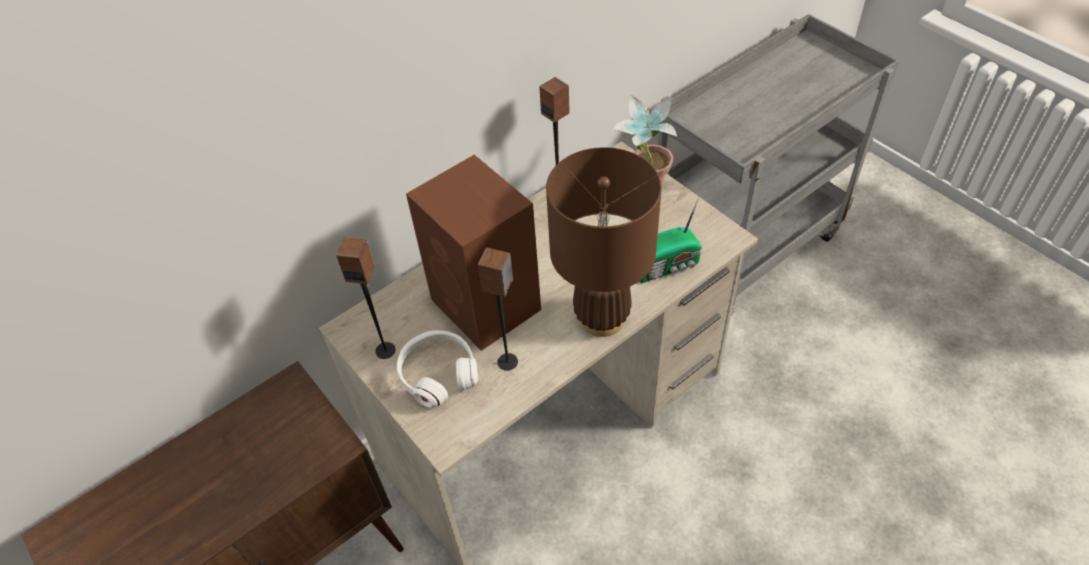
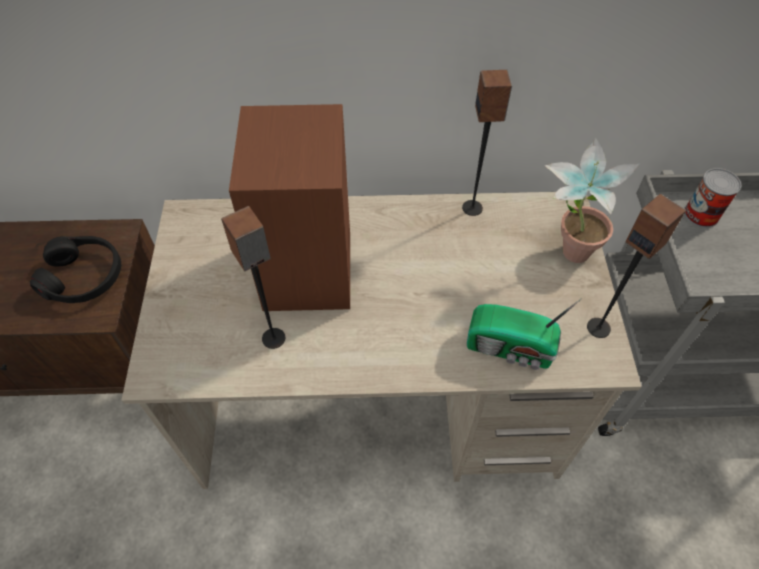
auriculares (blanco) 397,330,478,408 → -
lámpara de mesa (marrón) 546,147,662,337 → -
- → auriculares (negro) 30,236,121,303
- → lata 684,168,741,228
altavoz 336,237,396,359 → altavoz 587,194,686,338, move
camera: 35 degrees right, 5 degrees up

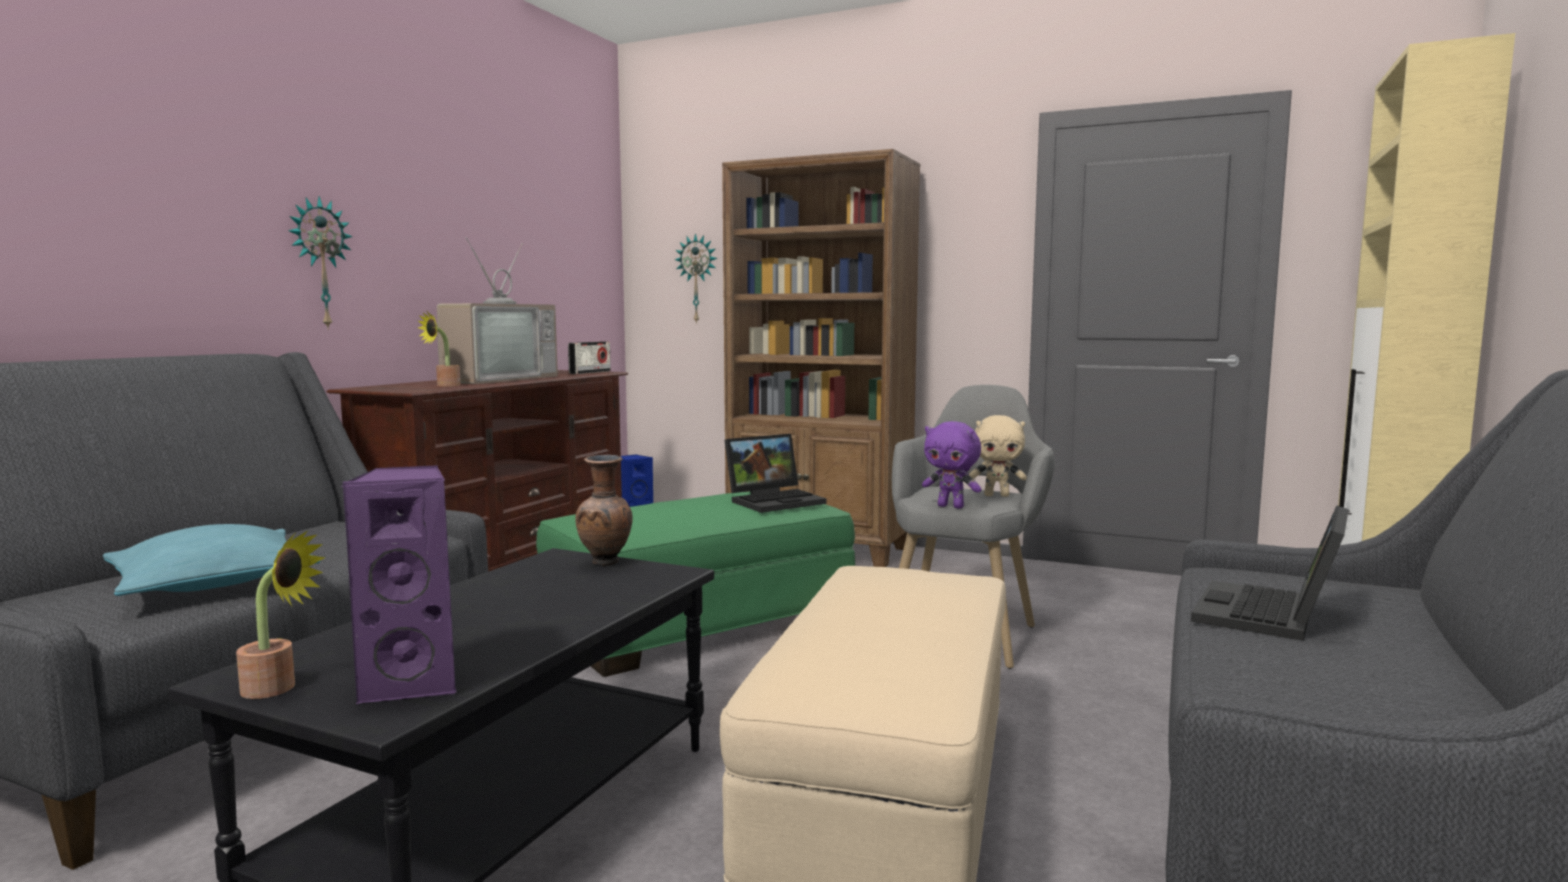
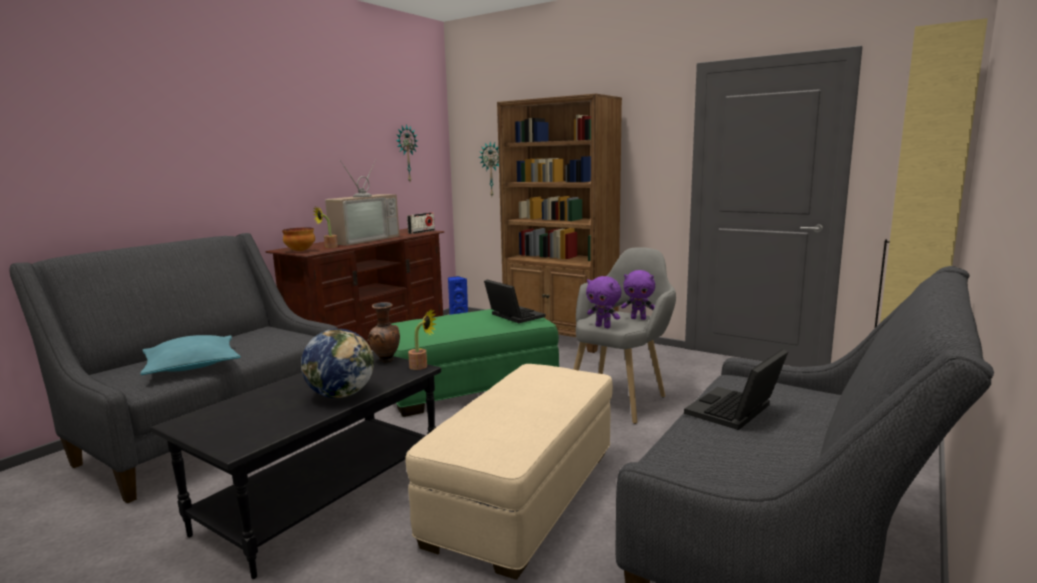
altavoz (morado) 340,465,456,705 → -
- → cuenco 282,228,315,251
- → globo terráqueo 301,329,374,398
planta en maceta 236,531,326,699 → planta en maceta 408,309,436,370, move
reloj de pared 288,196,352,330 → reloj de pared 396,124,418,181, move
peluche (beis) 969,415,1027,497 → peluche (morado) 621,270,655,320
portátil 724,434,827,513 → portátil 484,280,545,323, 105 degrees counterclockwise
camera: 10 degrees right, 5 degrees up

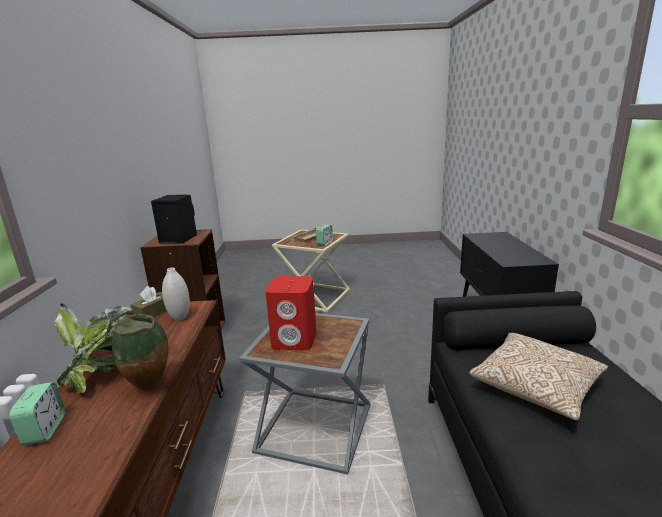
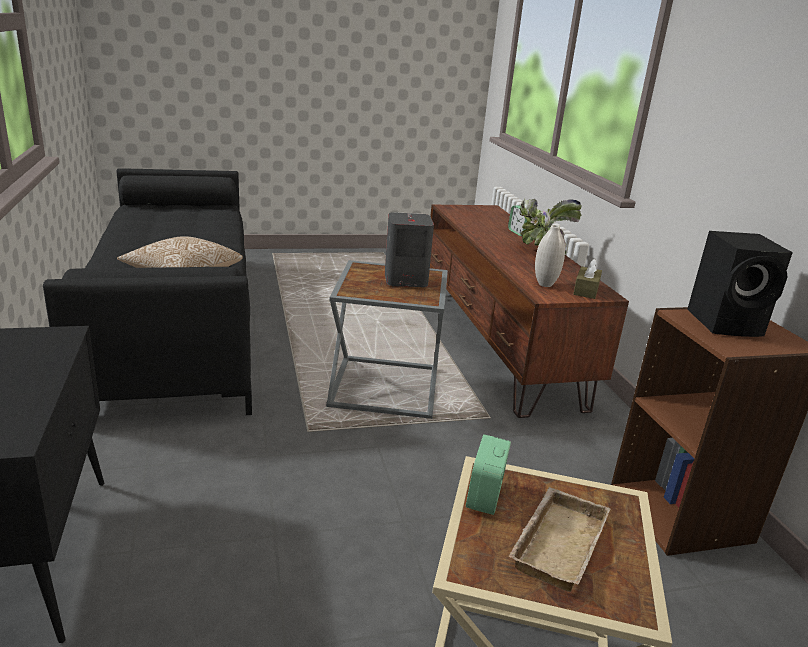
florero 112,314,169,391 → -
altavoz (rojo) 265,276,316,350 → altavoz (gris) 385,212,434,287
camera: 165 degrees right, 5 degrees up

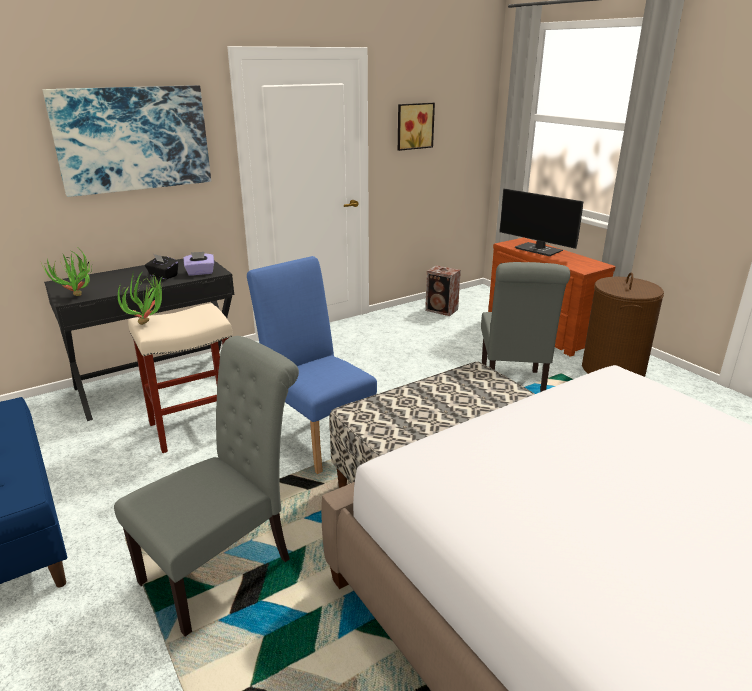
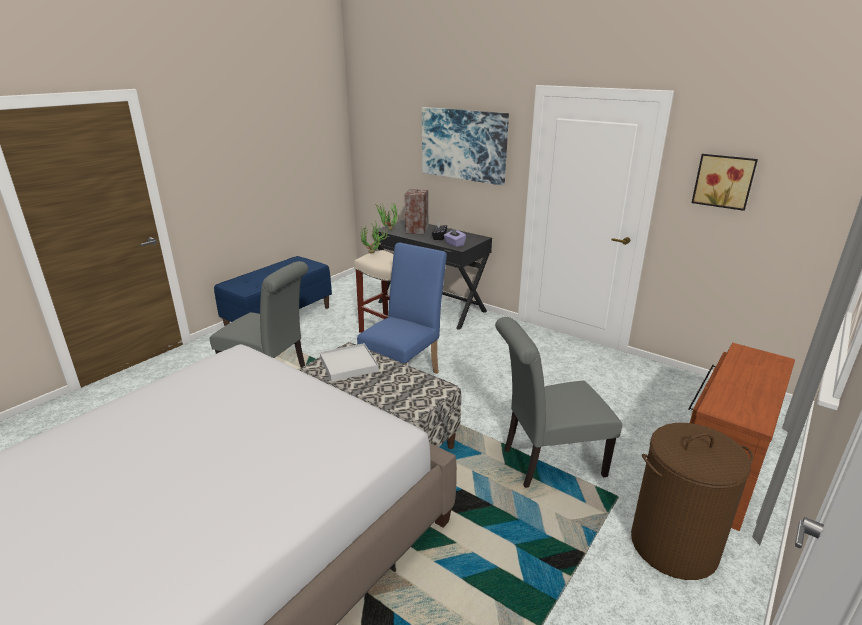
monitor 499,188,583,256 → -
- → bandeja (blanco) 320,343,379,382
altavoz 425,265,461,316 → altavoz 404,189,428,234, move
camera: 70 degrees right, 0 degrees up

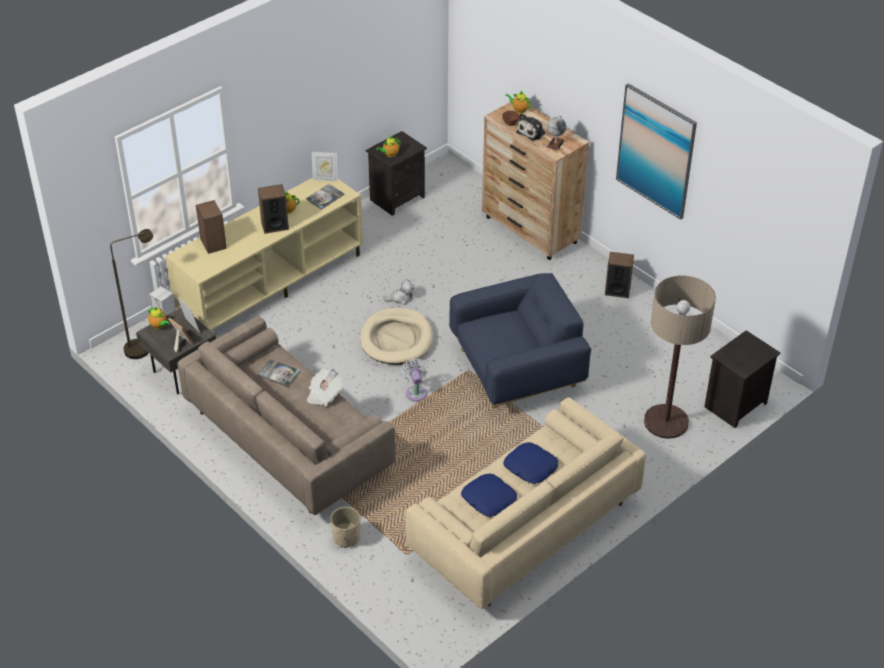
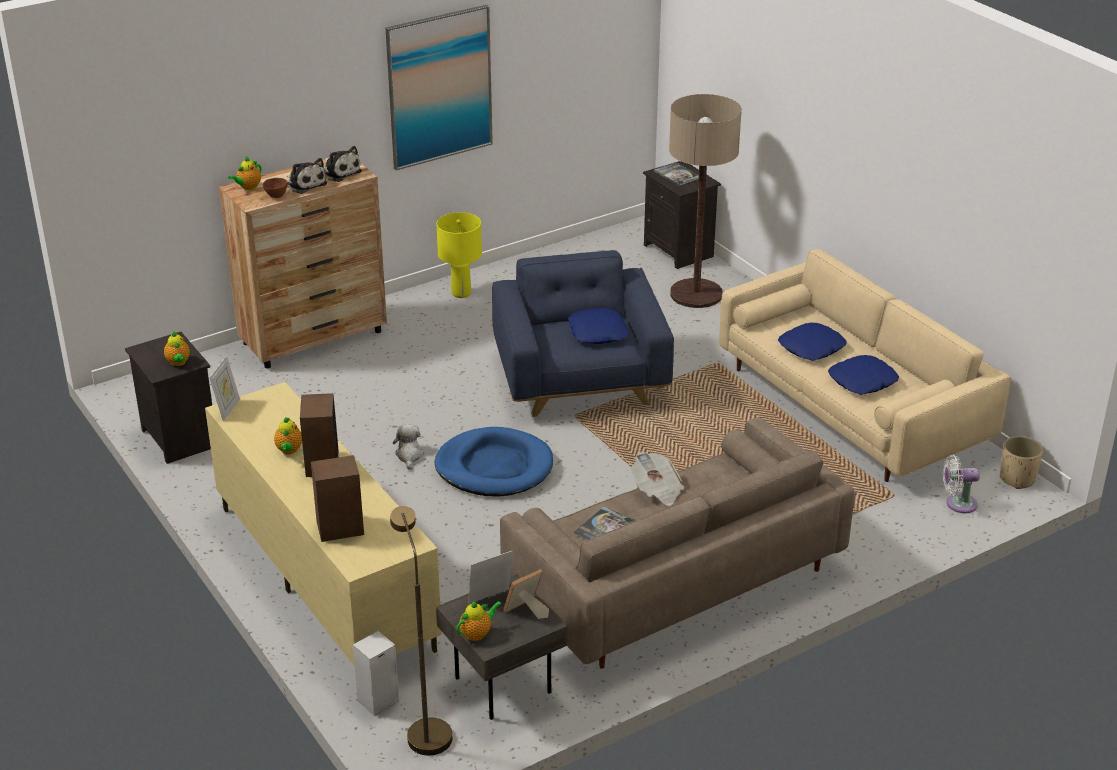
- → cojín (azul) 568,308,628,344
libro 306,184,344,210 → libro 654,162,699,186, move
maceta (beis) 330,507,361,548 → maceta (beis) 1000,436,1043,489, move
ventilador (blanco) 400,358,429,402 → ventilador (blanco) 943,455,980,513, move
globo terráqueo 547,115,566,150 → peluche 324,146,362,182
altavoz 605,252,634,298 → lámpara de mesa (amarillo) 436,212,482,298
cama para perro (beis) 360,308,433,365 → cama para perro (azul) 435,427,553,497
camera: 80 degrees left, 10 degrees down

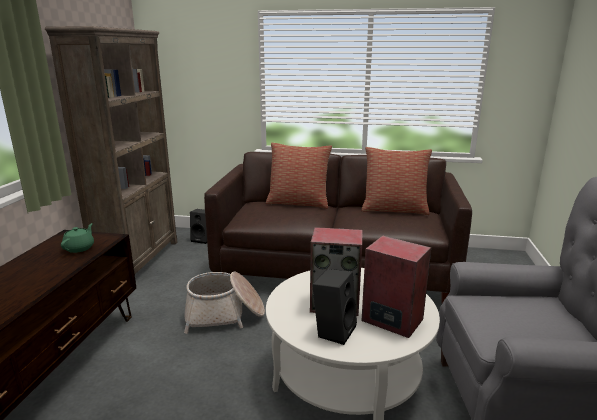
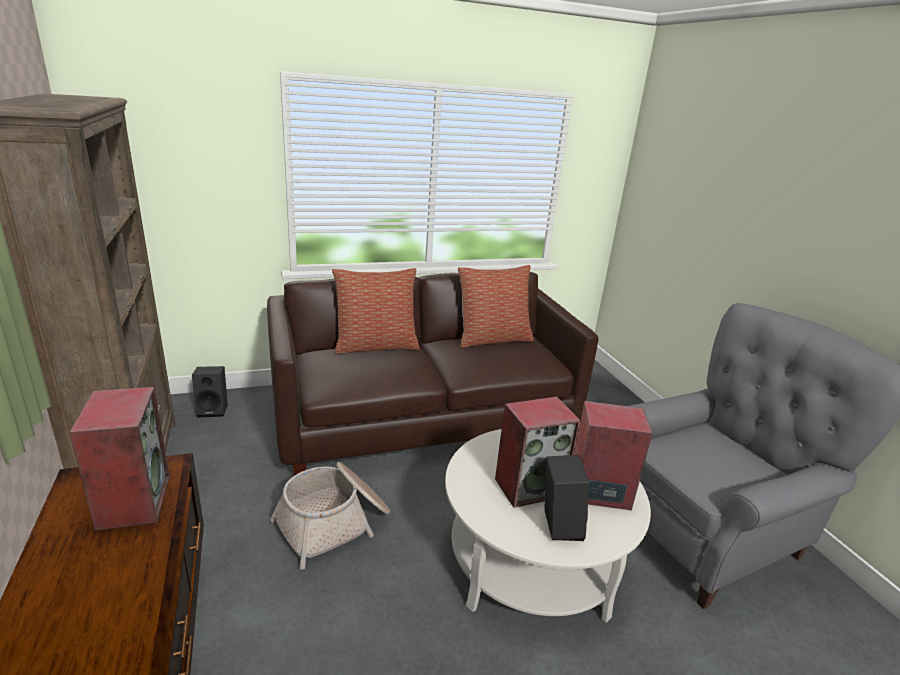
tetera (verde) 61,223,94,253 → altavoz 69,387,170,531
camera: 30 degrees left, 5 degrees up

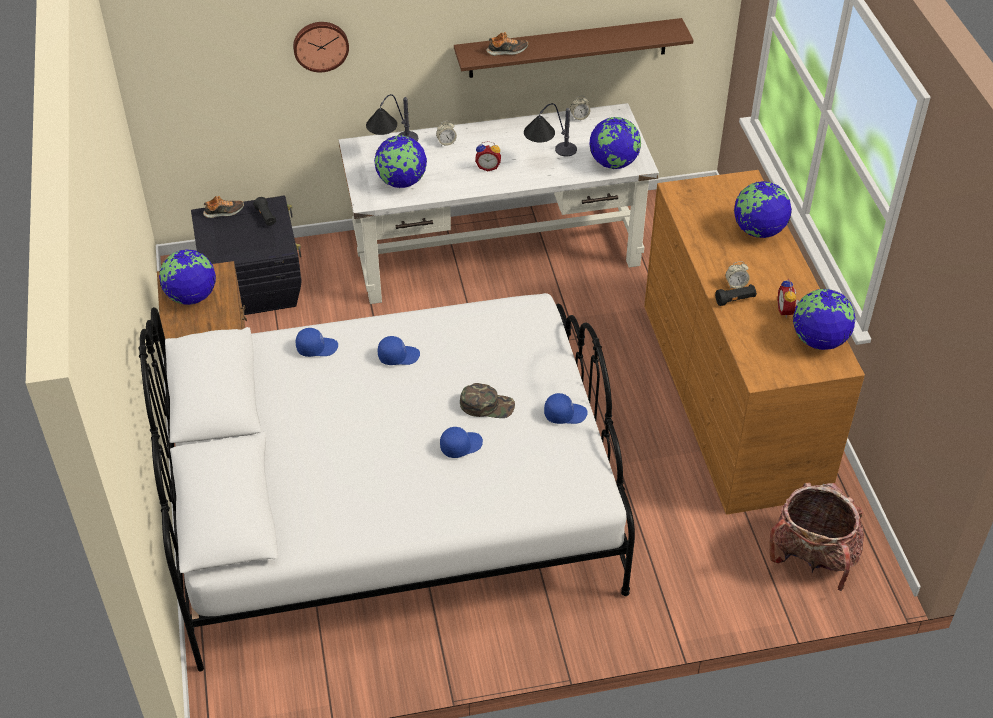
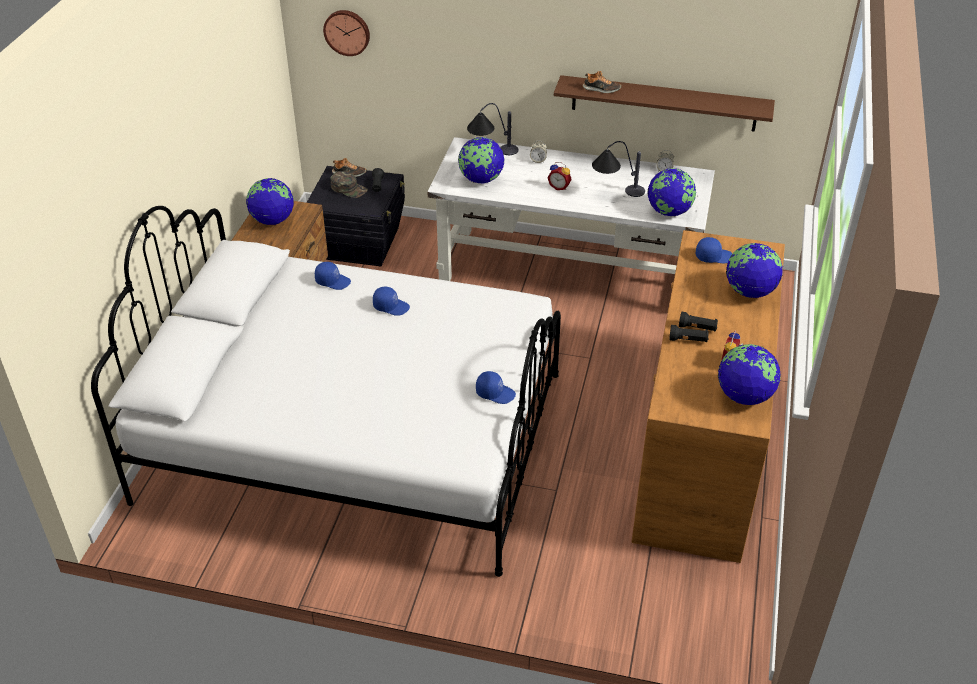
mochila 770,482,864,591 → -
reloj de pared 293,22,349,72 → reloj de pared 323,10,370,56, move
gorra (azul) 440,427,483,458 → gorra (azul) 696,237,733,263, move
gorra (verde) 460,383,515,418 → gorra (verde) 331,171,368,198, move
despertador 726,261,750,289 → linterna (negro) 679,312,718,331
camera: 25 degrees right, 5 degrees down

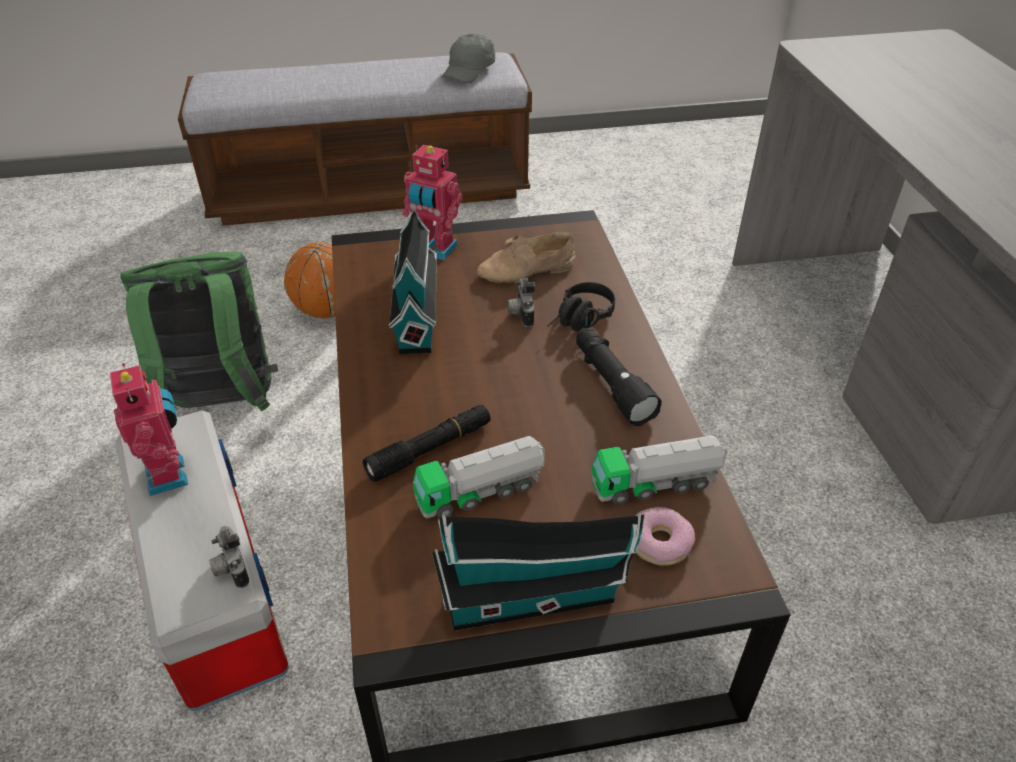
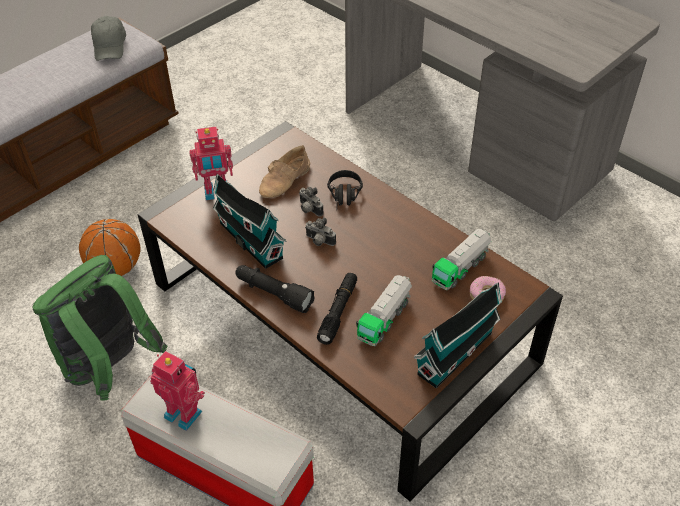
cámara 209,526,249,588 → cámara 305,217,336,246, move
linterna (negro) 576,328,662,426 → linterna (negro) 235,265,315,313, move
camera: 35 degrees left, 5 degrees up

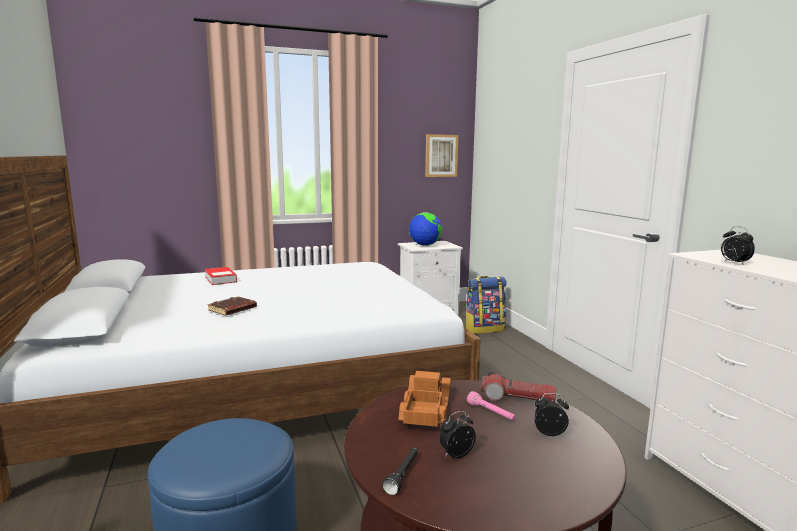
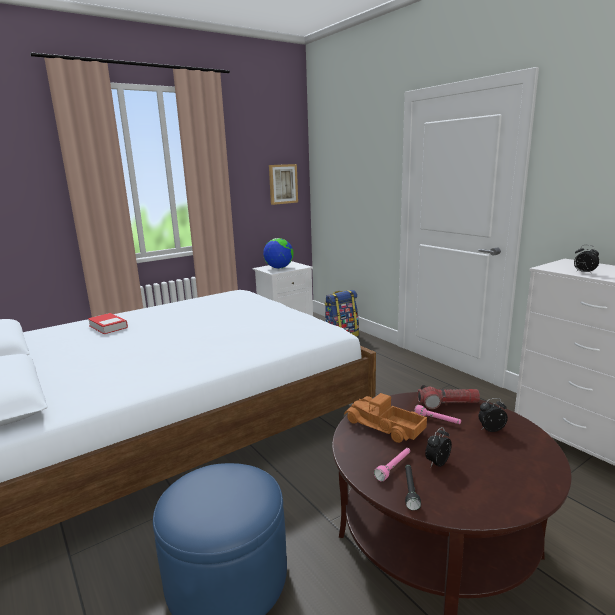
libro (marrón) 207,296,257,316 → -
- → linterna (rosa) 374,448,410,481
camión de juguete 398,371,451,427 → camión de juguete 344,393,427,443, 45 degrees counterclockwise
camera: 15 degrees left, 5 degrees up

